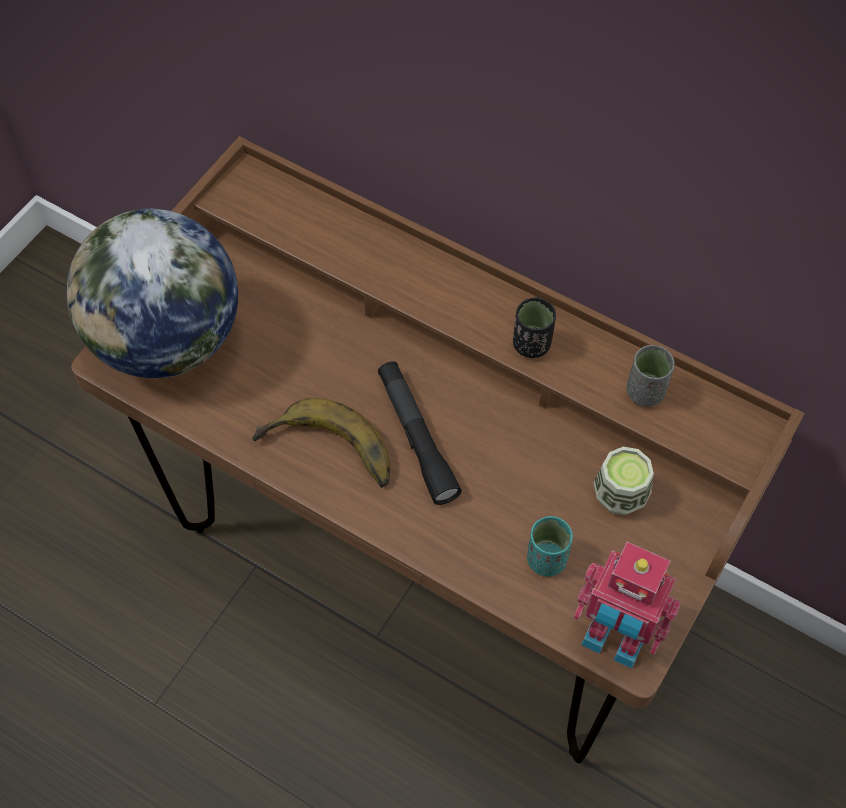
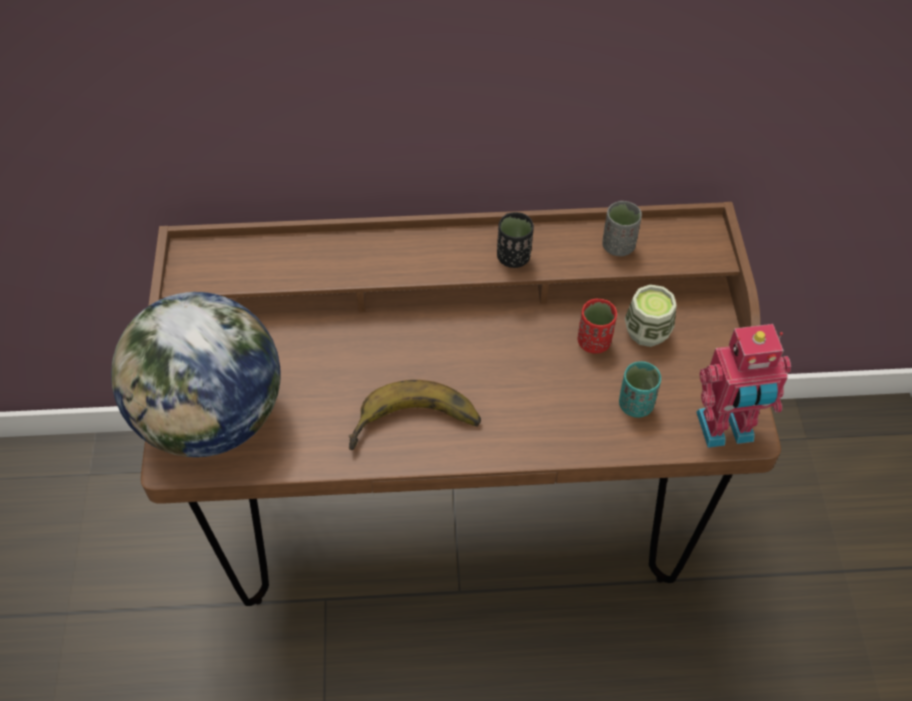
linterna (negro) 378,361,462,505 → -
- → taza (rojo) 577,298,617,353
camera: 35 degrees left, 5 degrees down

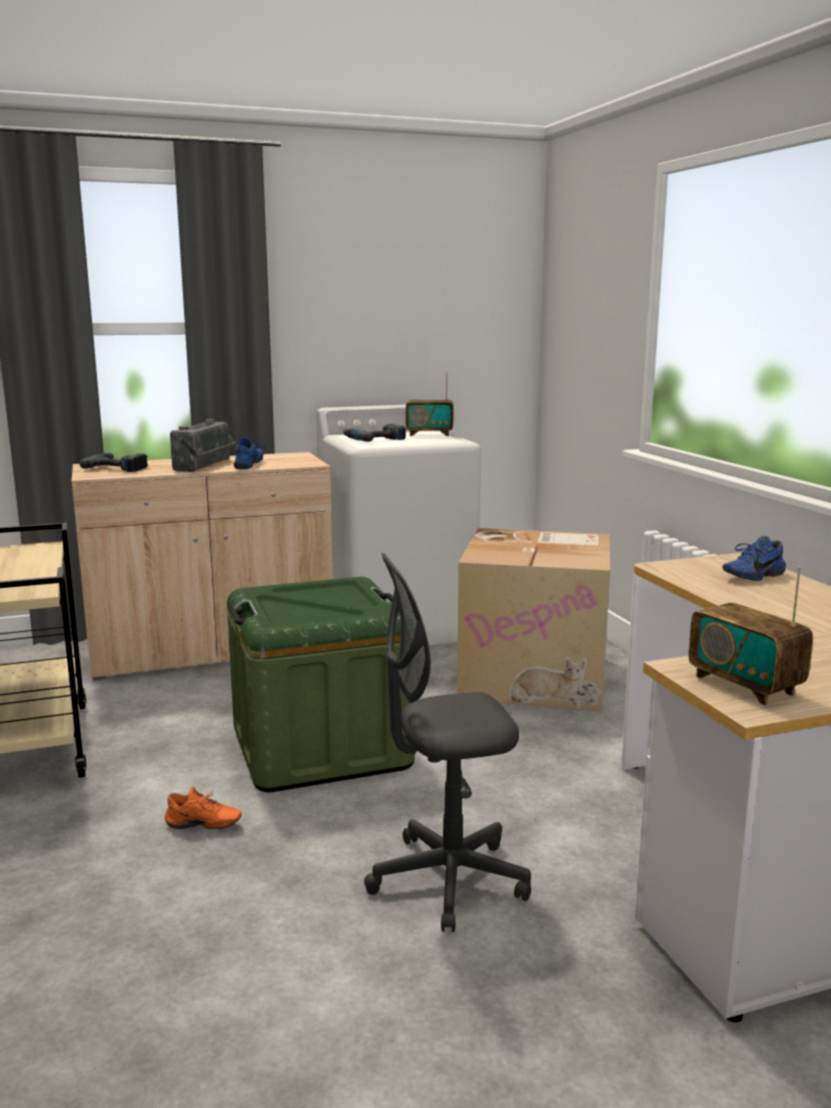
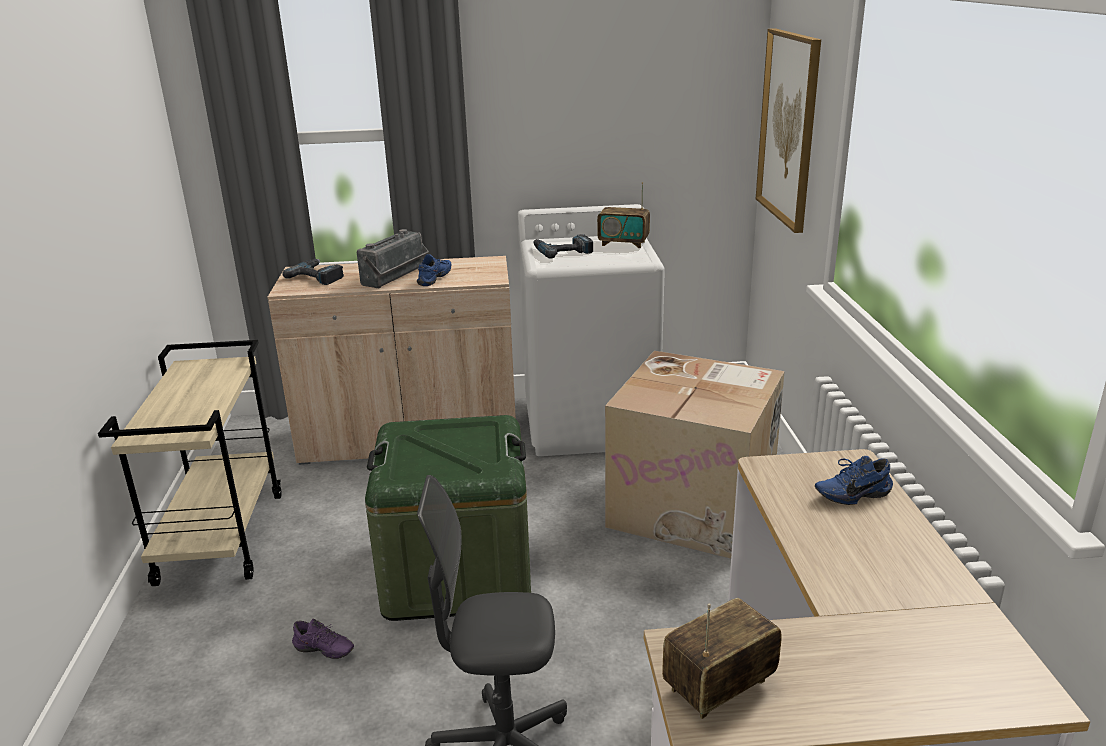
- → cuadro 756,28,821,233
zapato (naranja) 165,787,242,829 → zapato (morado) 292,619,354,659
radio 688,566,813,706 → radio 662,598,782,719, 75 degrees clockwise
camera: 15 degrees right, 10 degrees up

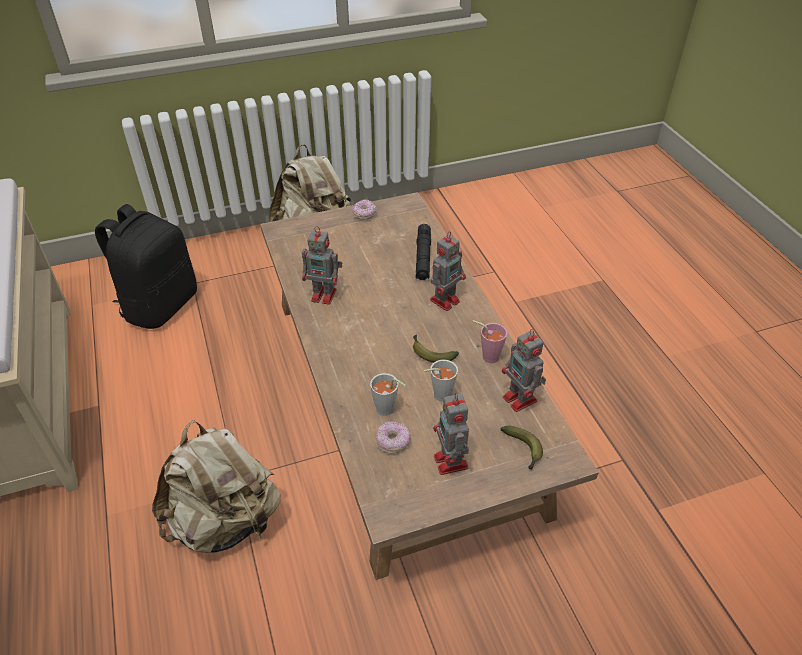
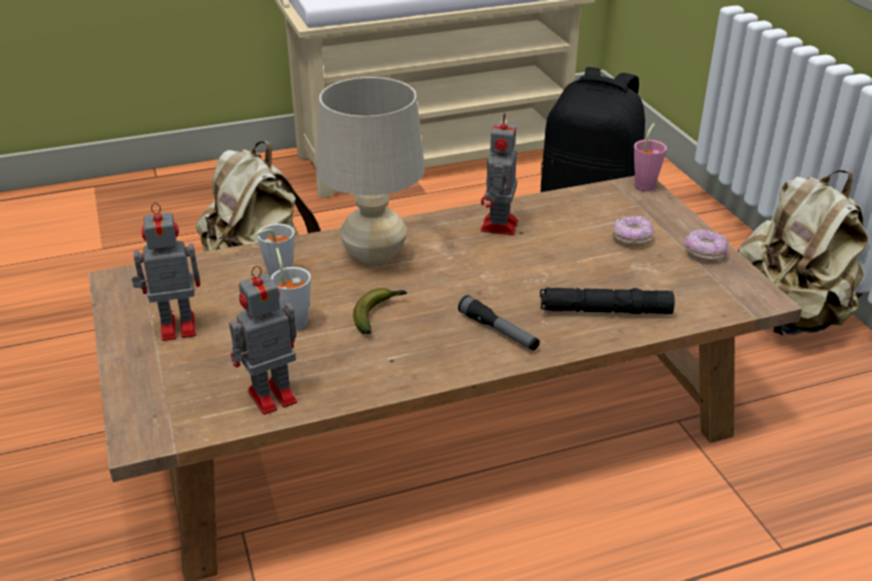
plátano 501,426,543,470 → -
- → lámpara de mesa (beis) 317,77,425,266
rosquilla 376,421,411,453 → rosquilla 612,216,654,245, move
taza (rosa) 472,320,507,363 → taza (rosa) 634,123,667,192, move
robot de juguete 430,231,466,311 → linterna 458,295,540,351
camera: 90 degrees right, 10 degrees down

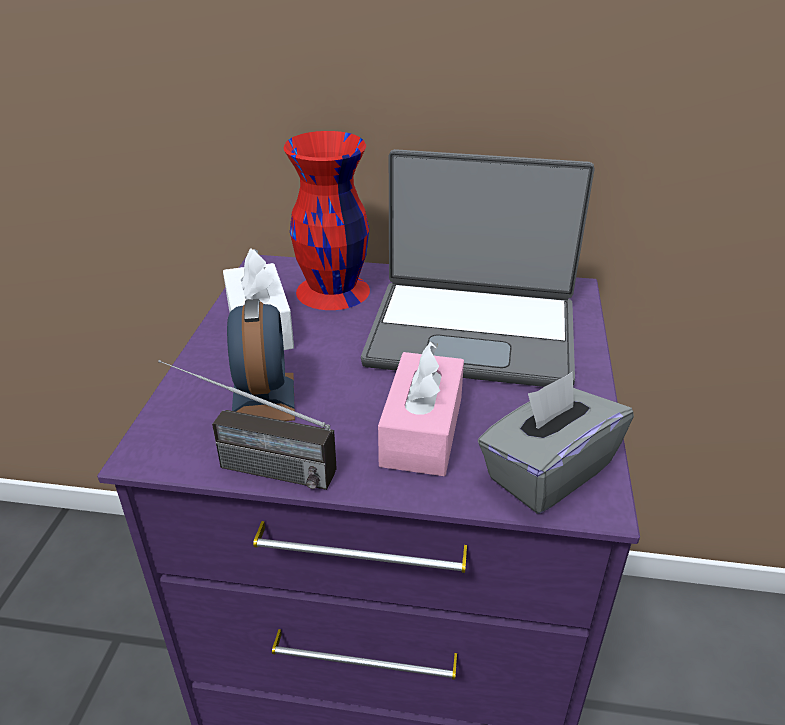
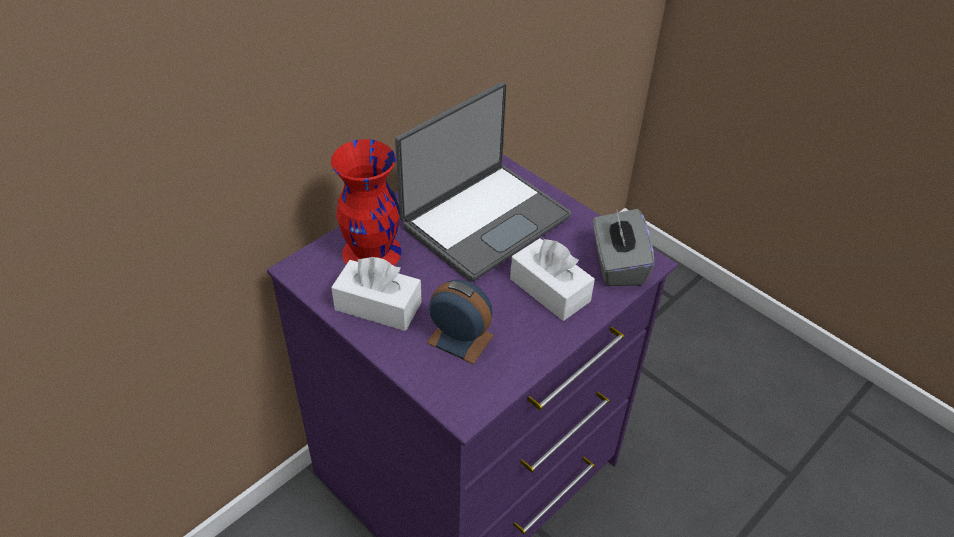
radio 158,360,337,490 → -
caja de pañuelos (rosa) 378,341,464,476 → caja de pañuelos (blanco) 510,238,595,321
camera: 55 degrees left, 10 degrees up

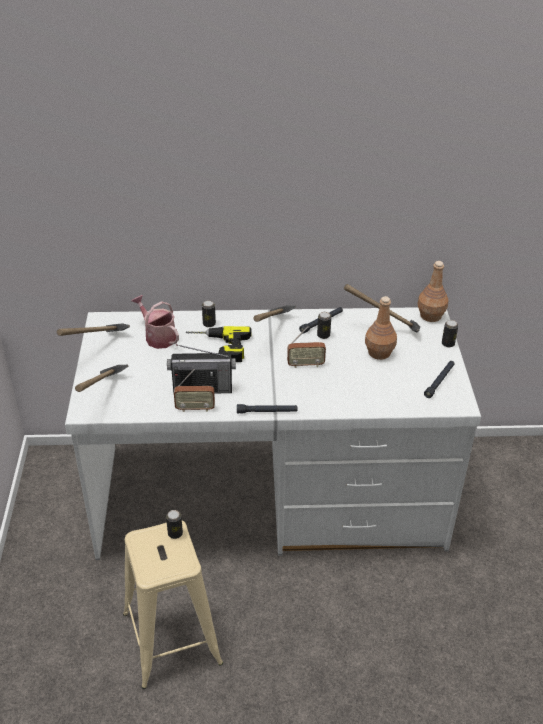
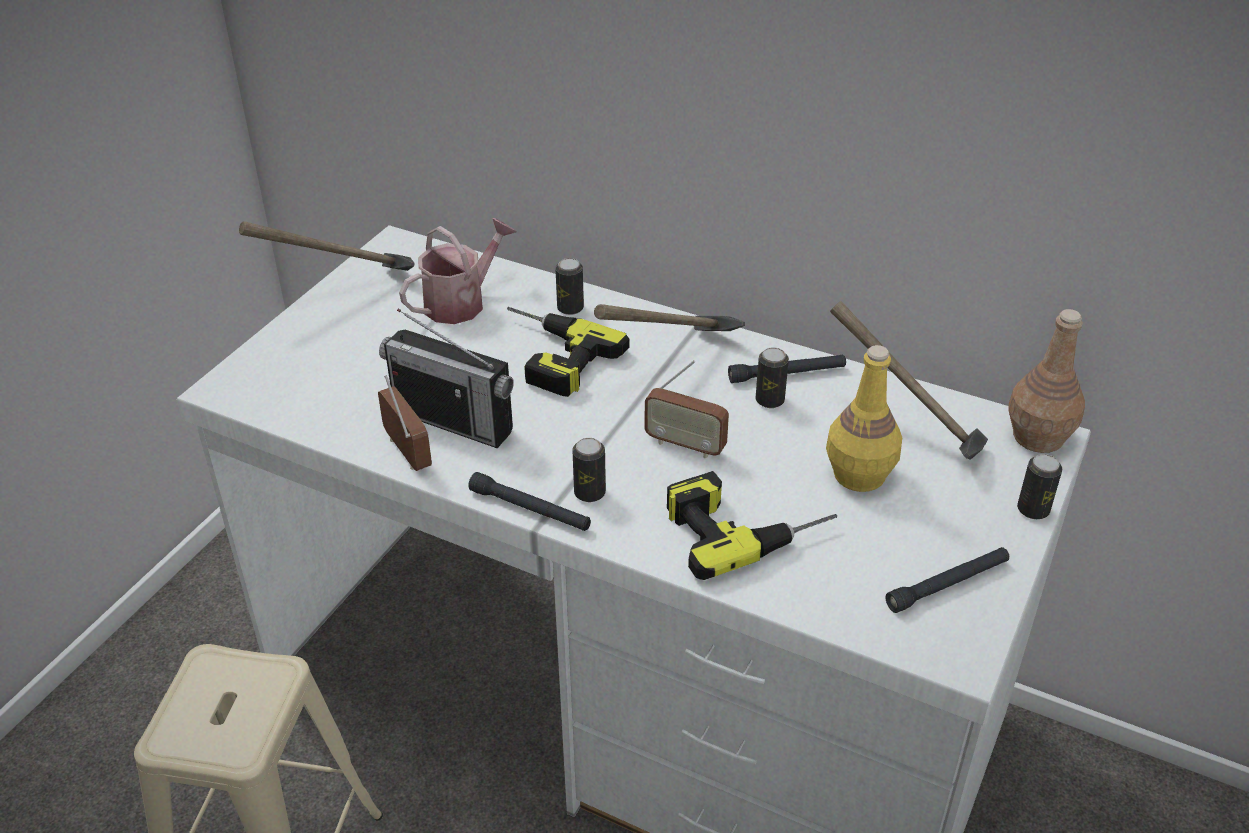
martillo 75,365,128,392 → -
- → taladro 667,471,837,580
lata 166,510,183,539 → lata 573,438,606,502, move
botella (marrón) 365,296,397,360 → botella (amarillo) 826,345,902,492
regadera 131,295,179,349 → regadera 399,218,517,324, 60 degrees clockwise
radio 174,369,215,412 → radio 378,375,432,471, 150 degrees counterclockwise
camera: 30 degrees right, 0 degrees up

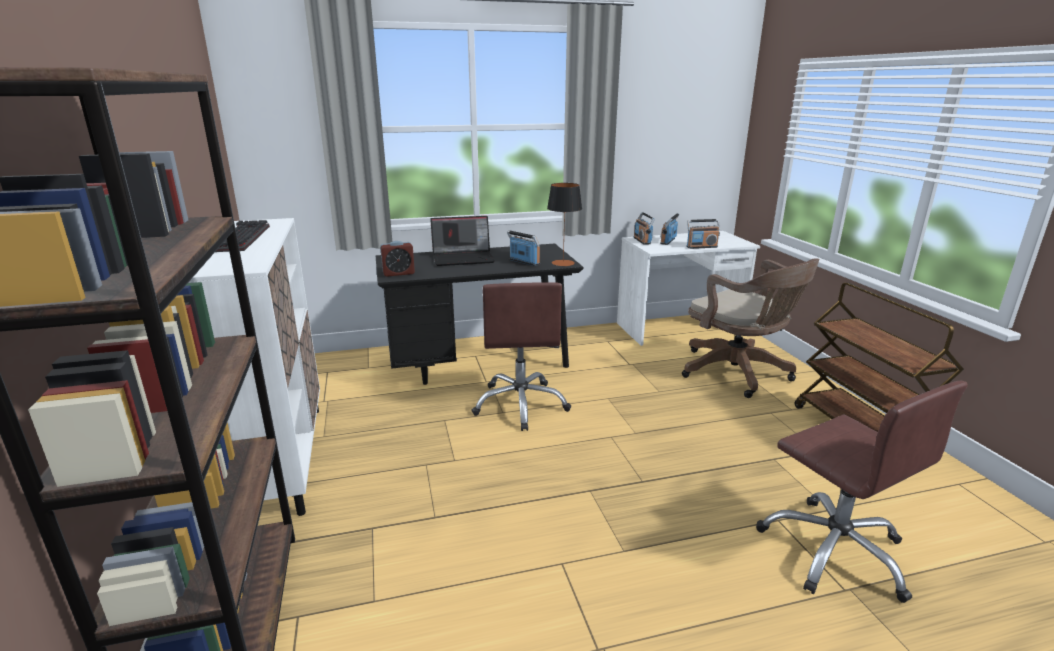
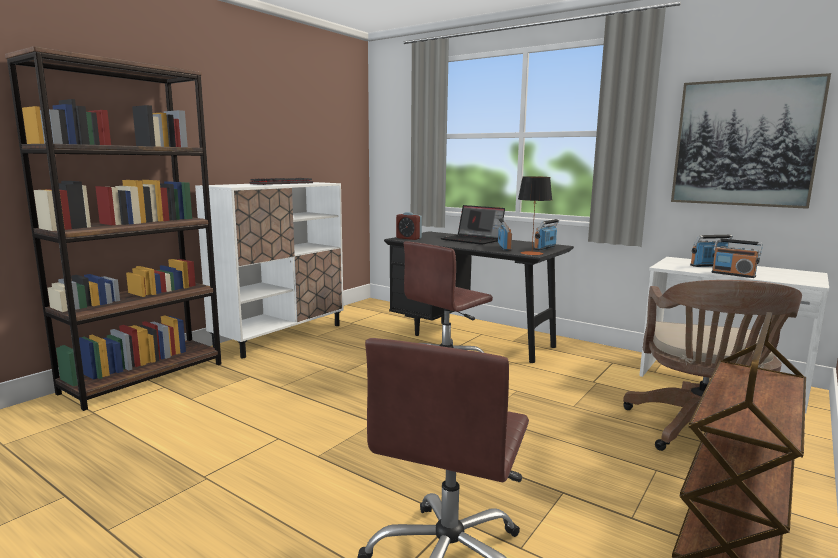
- → cuadro 671,73,831,209
radio 634,212,655,245 → radio 534,219,559,250, move
camera: 50 degrees right, 10 degrees down

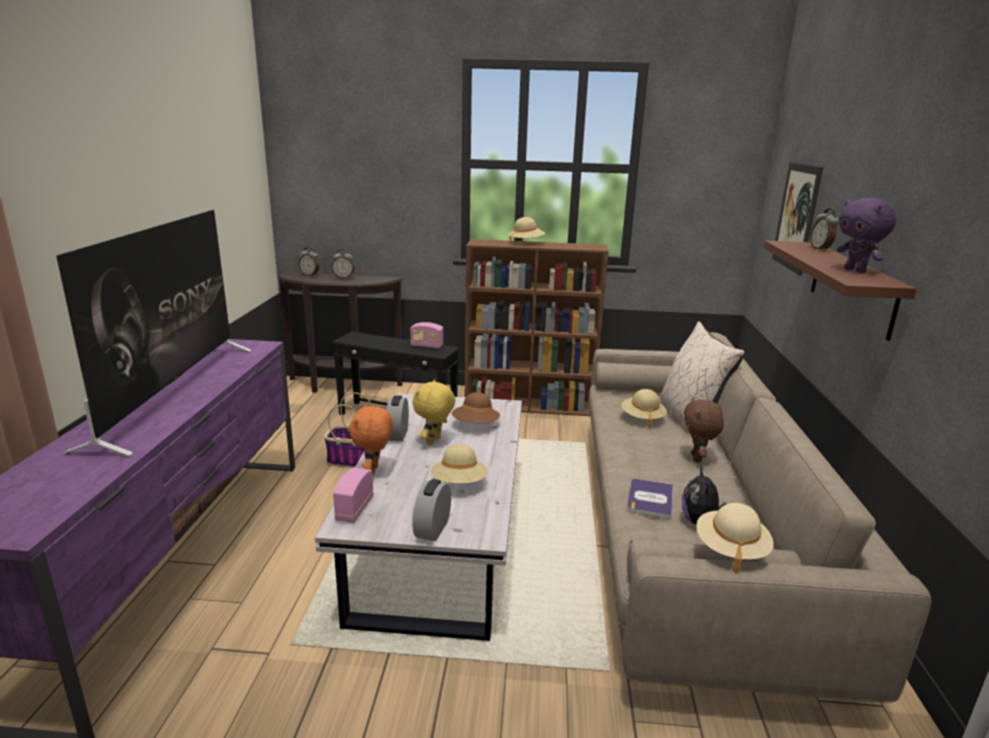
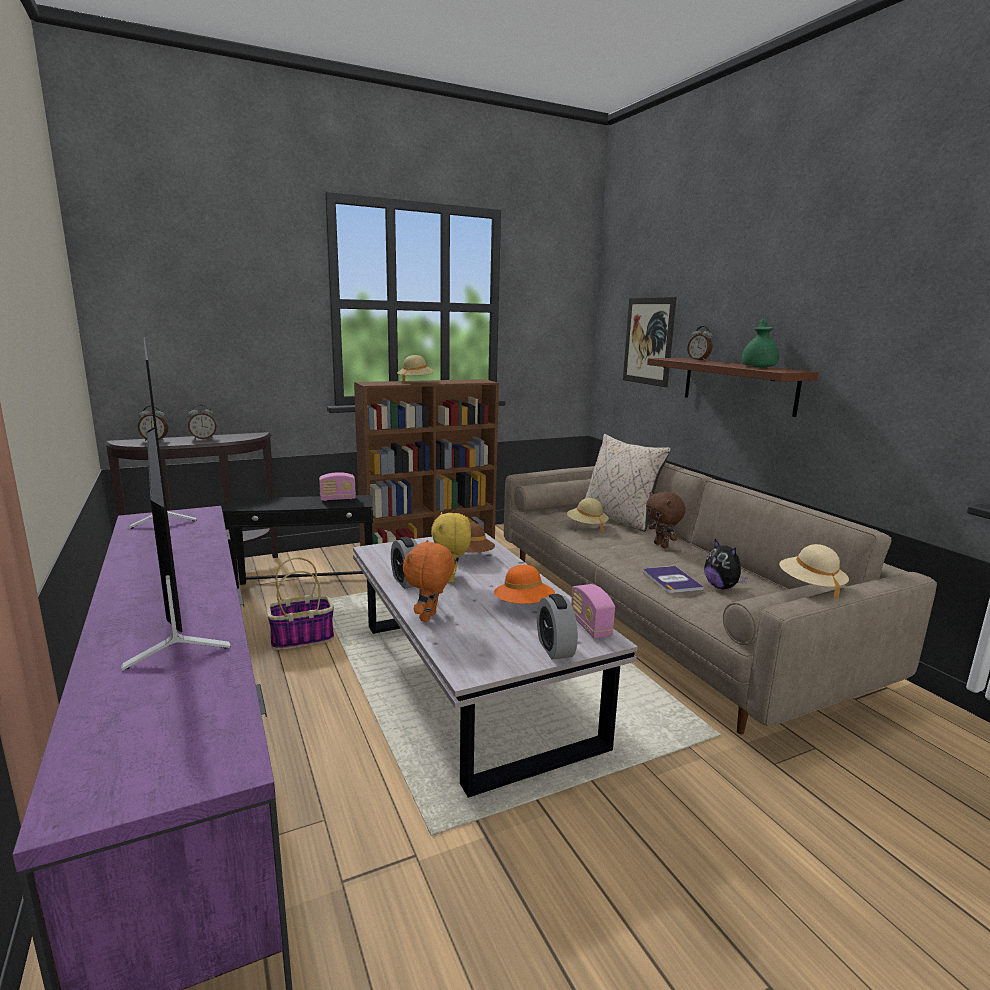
radio 333,468,374,523 → radio 571,584,615,639, move
peluche (morado) 837,198,896,273 → tetera (verde) 742,319,779,368
sombrero (beis) 431,444,488,484 → sombrero (naranja) 494,565,555,604
peluche (naranja) 349,404,393,475 → peluche (naranja) 403,540,455,622, 45 degrees clockwise
camera: 30 degrees left, 5 degrees down

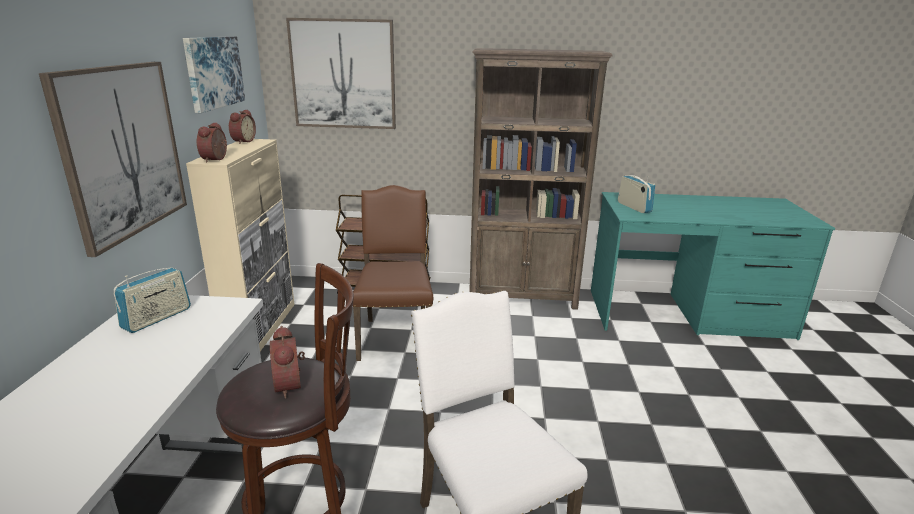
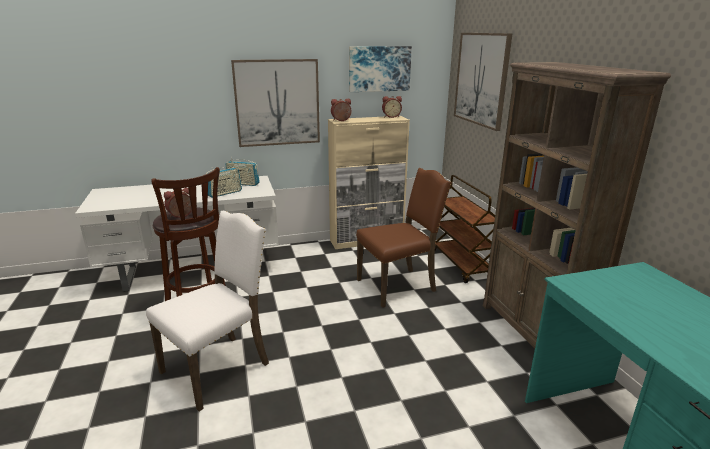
radio 618,175,655,213 → radio 206,167,242,198, move
camera: 70 degrees right, 0 degrees up

